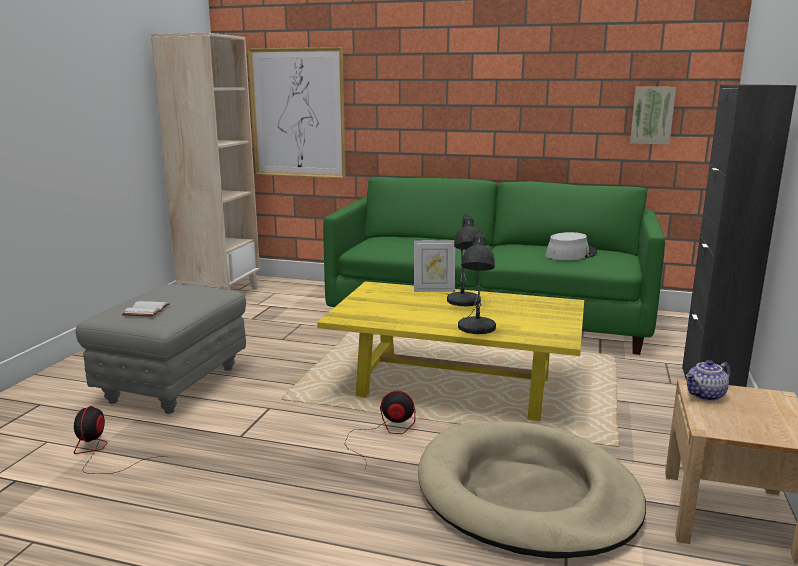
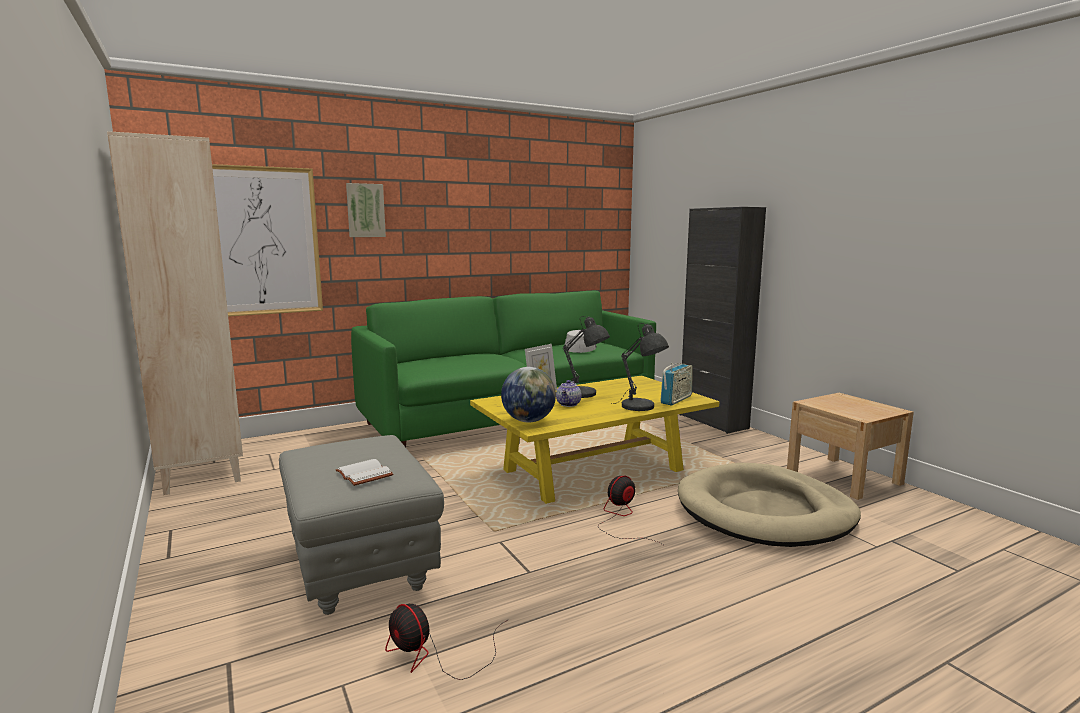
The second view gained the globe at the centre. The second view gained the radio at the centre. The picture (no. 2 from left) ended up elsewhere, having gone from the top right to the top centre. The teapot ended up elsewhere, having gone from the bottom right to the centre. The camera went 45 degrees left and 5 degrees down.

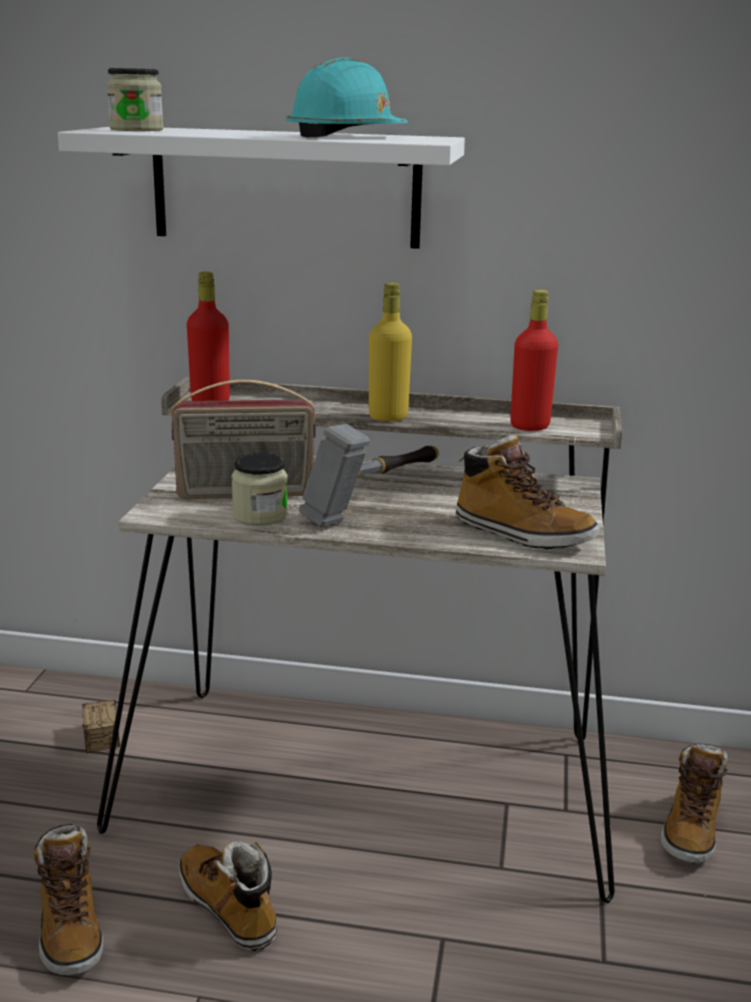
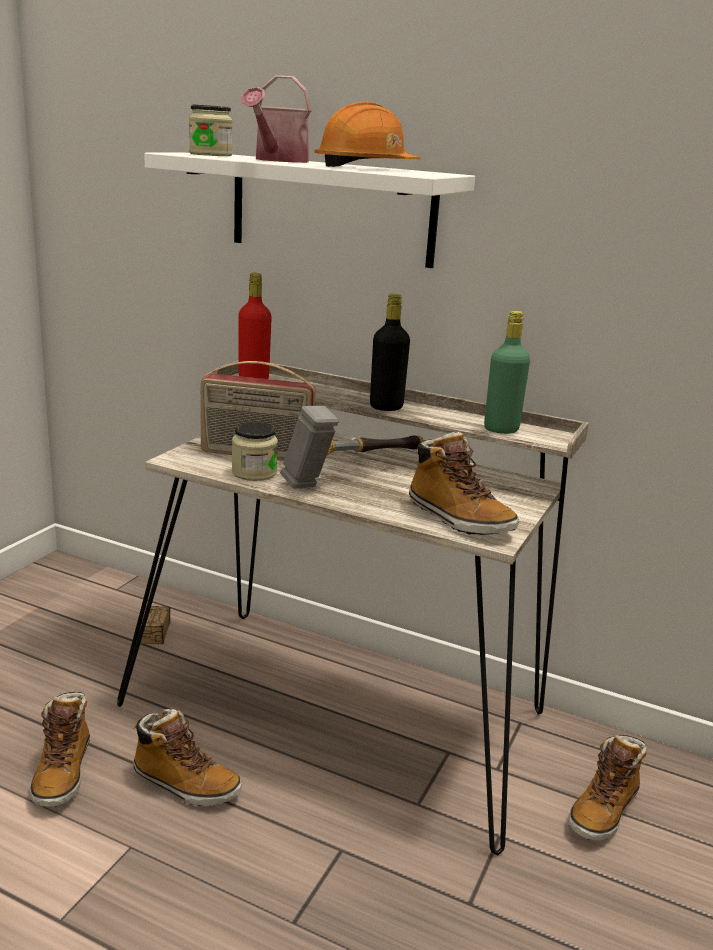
The second view gained the watering pot at the top centre. What was the blue-green safety helmet at the top centre turned into the orange-coloured safety helmet at the top centre. What was the yellow-coloured drink bottle at the centre turned into the black drink bottle at the centre. What was the red-coloured drink bottle (no. 2 from left) at the middle right turned into the green drink bottle at the middle right. The boot (no. 2 from left) at the bottom left ended up facing another way, 135 degrees clockwise from before. The camera went 15 degrees right and 0 degrees up.

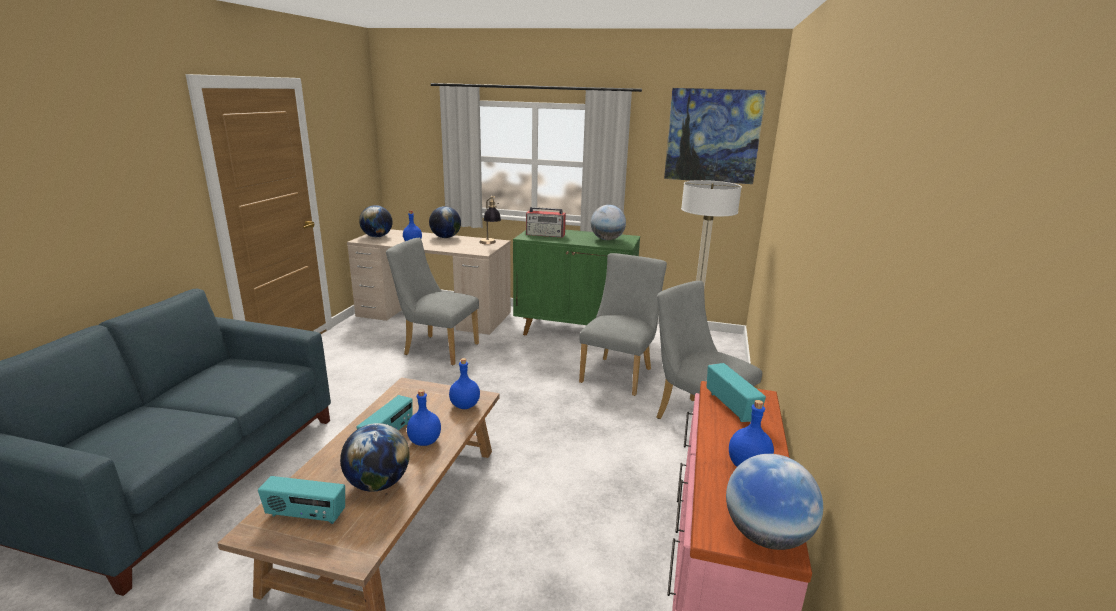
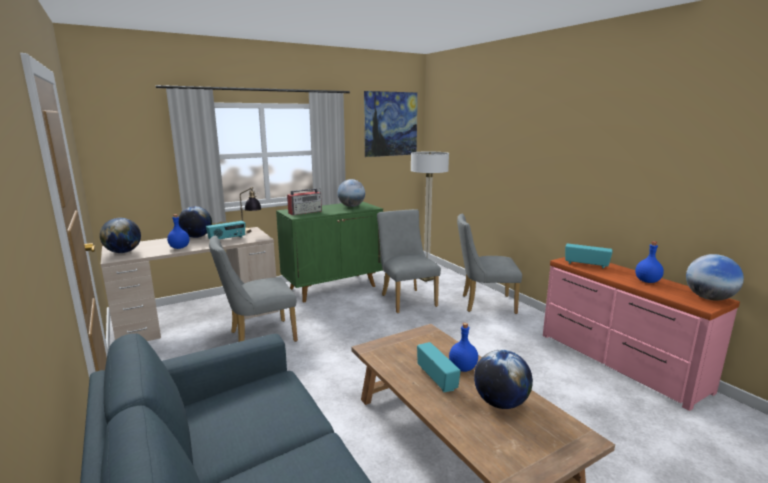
The second view lost the blue-coloured drink bottle (no. 3 from left) at the centre. The radio (no. 1 from left) ended up elsewhere, having gone from the bottom left to the middle left. The camera went 45 degrees left and 5 degrees down.

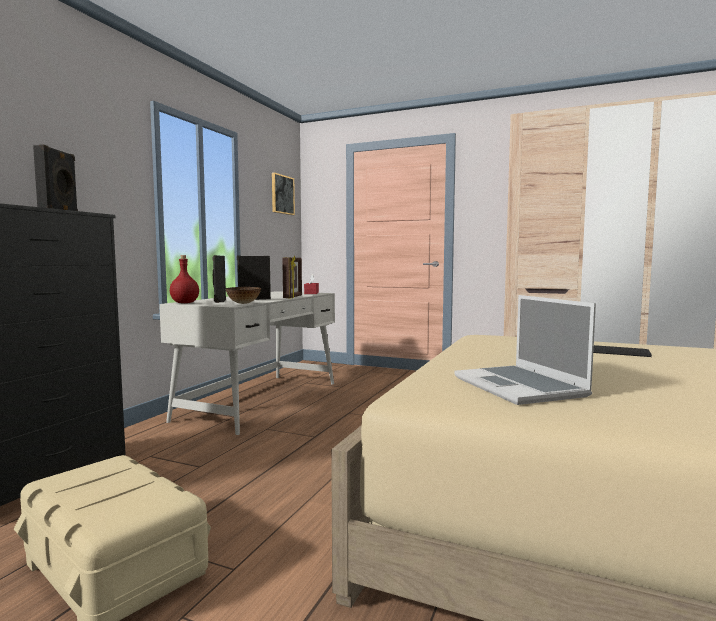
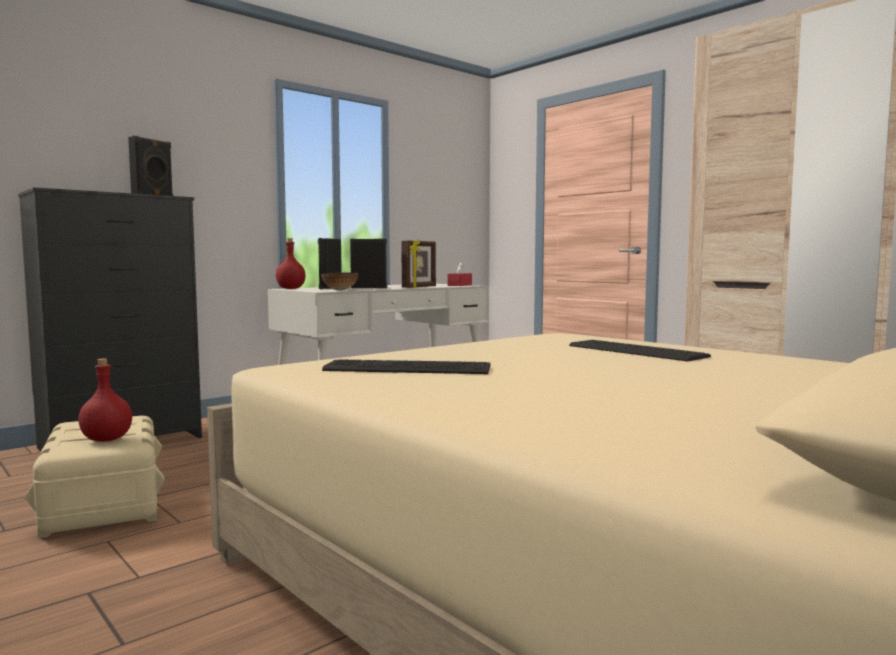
The second view lost the picture at the top centre. The second view gained the red-coloured drink bottle (no. 1 from left) at the middle left. Where the portable computer stood at the middle right, the keyboard (no. 1 from left) came to stand at the centre. The camera went 25 degrees right and 0 degrees up.

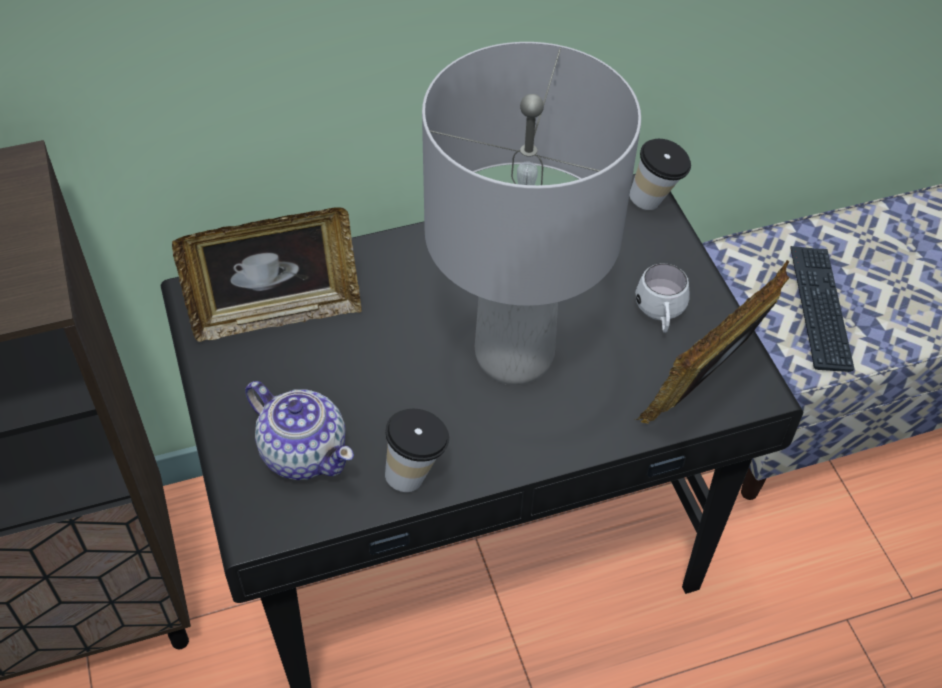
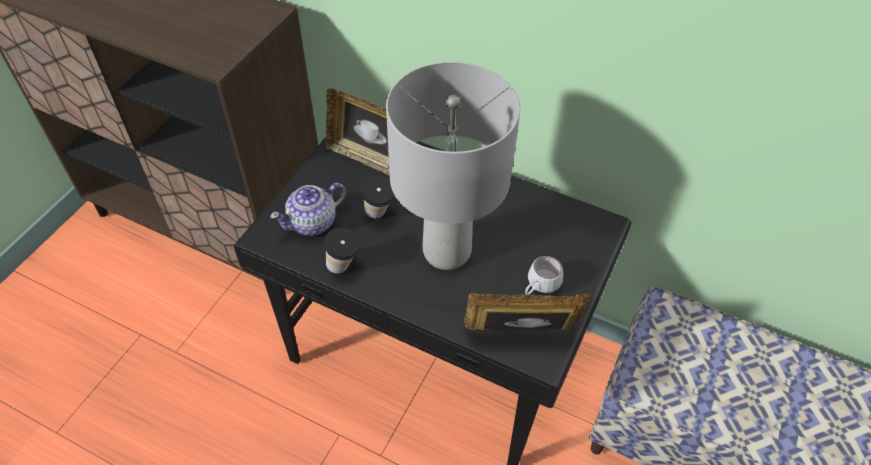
The second view lost the keyboard at the middle right. The cup (no. 2 from left) ended up elsewhere, having gone from the top right to the centre. The teapot at the middle left ended up facing another way, 60 degrees clockwise from before. The camera went 45 degrees right and 0 degrees up.

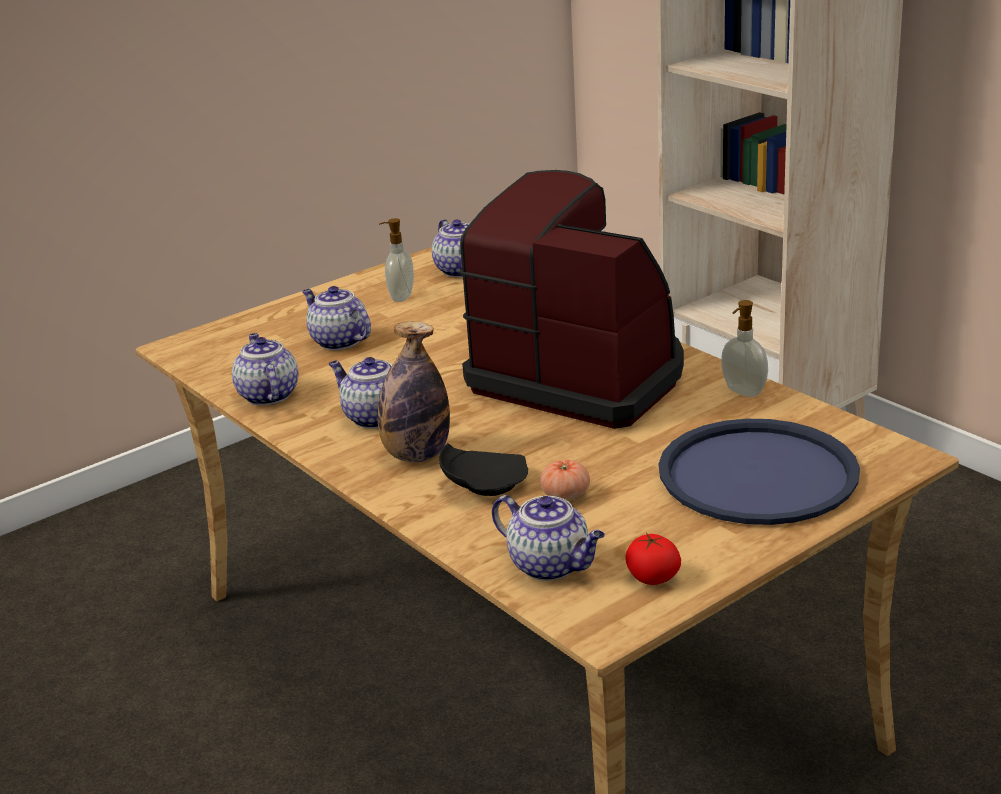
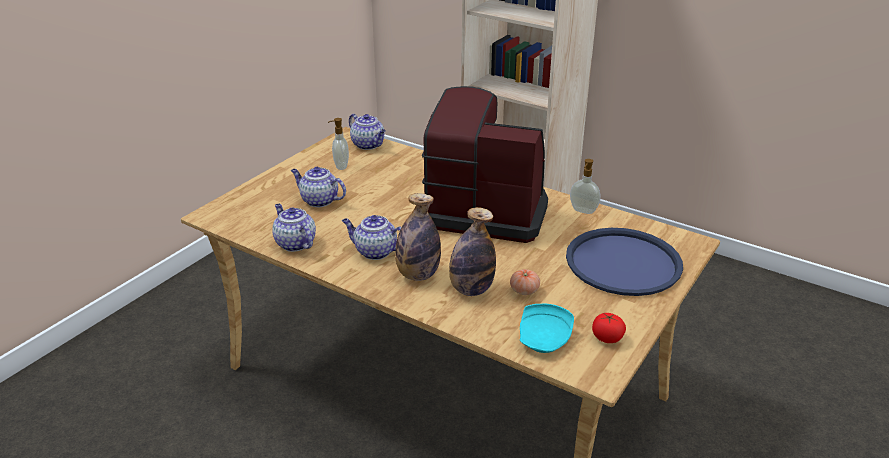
Where the black plate stood at the centre, the drink bottle (no. 2 from left) came to stand at the centre. Where the teapot (no. 5 from left) stood at the bottom centre, the blue-green plate came to stand at the bottom centre. The camera went 20 degrees left and 5 degrees up.

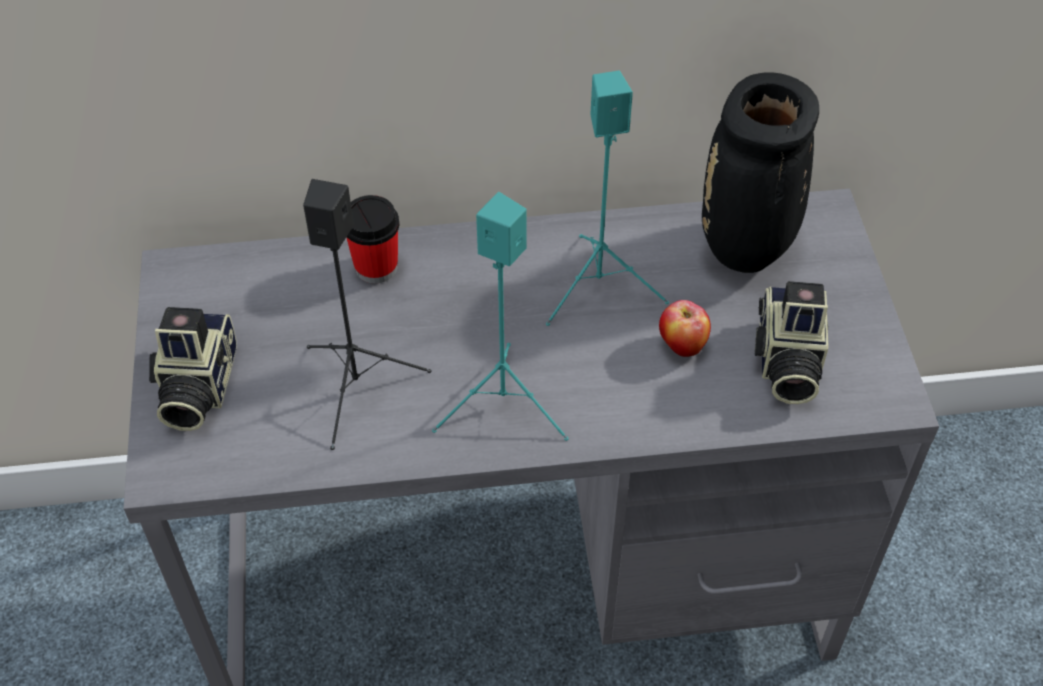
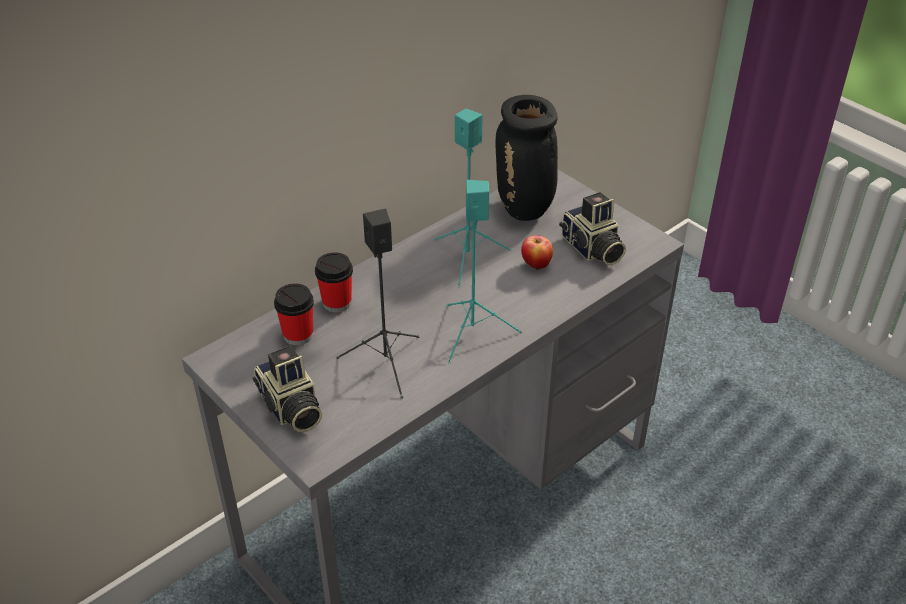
The second view gained the cup (no. 1 from left) at the middle left. The camera went 35 degrees left and 10 degrees down.

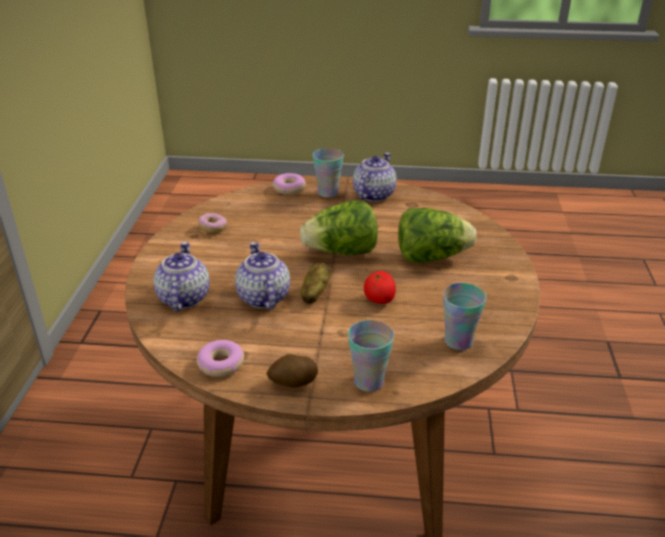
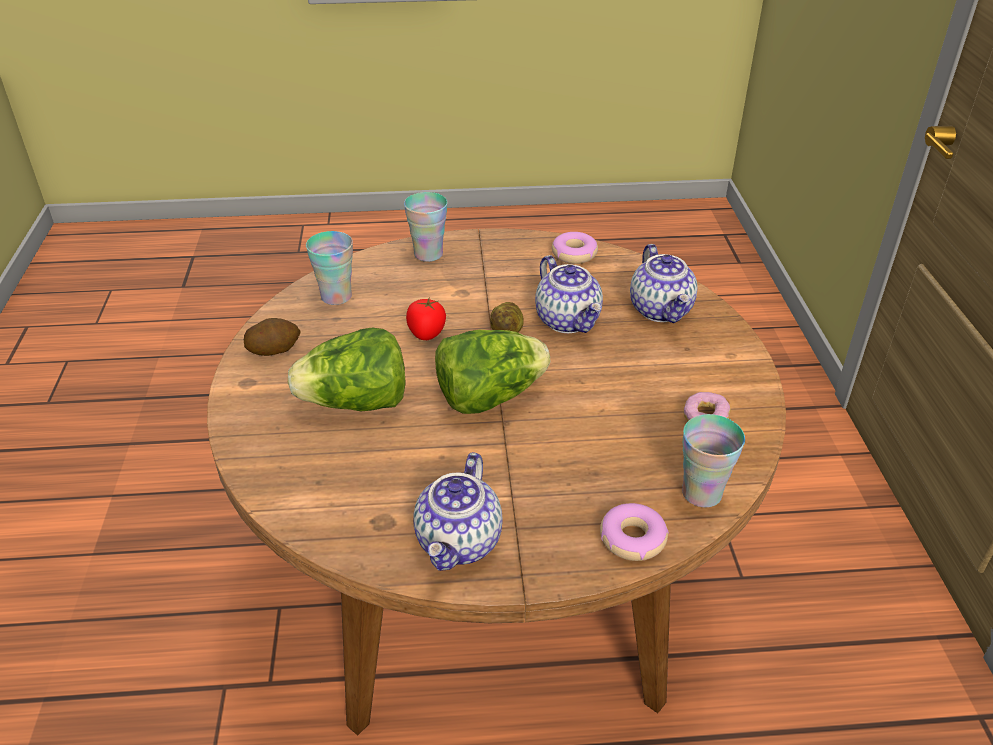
The whole potato (no. 1 from left) ended up elsewhere, having gone from the bottom centre to the middle left. The cup (no. 1 from left in the first image) ended up elsewhere, having gone from the top centre to the middle right. The camera went 170 degrees right and 5 degrees up.

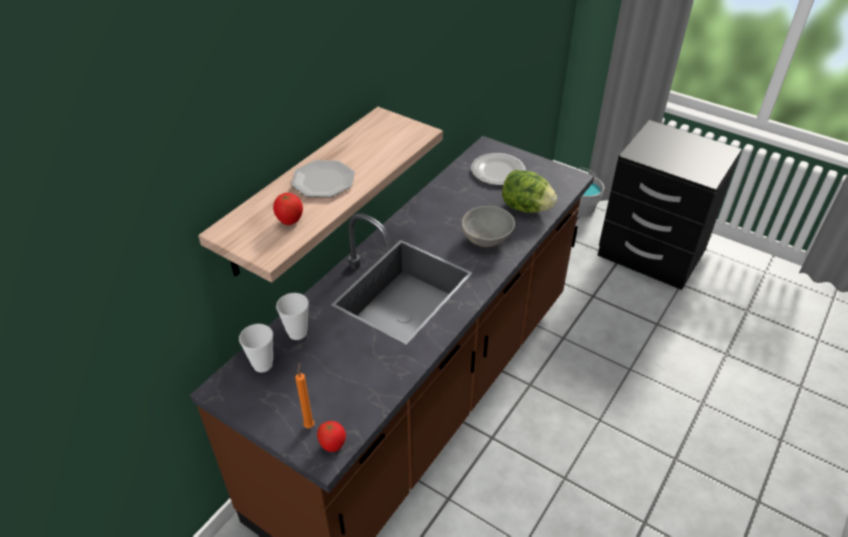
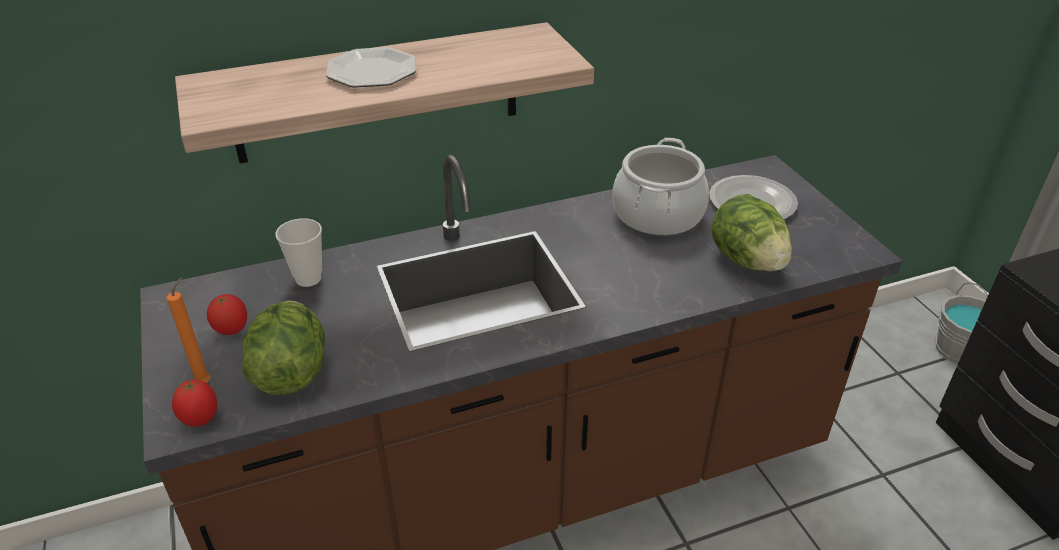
The second view lost the cup (no. 1 from left) at the middle left. The second view lost the greyish deep dish at the centre. The second view gained the lettuce head (no. 1 from left) at the middle left. The second view gained the cooking pot at the centre. The fresh tomato (no. 1 from left in the first image) ended up elsewhere, having gone from the centre to the middle left. The camera went 35 degrees right and 5 degrees down.

